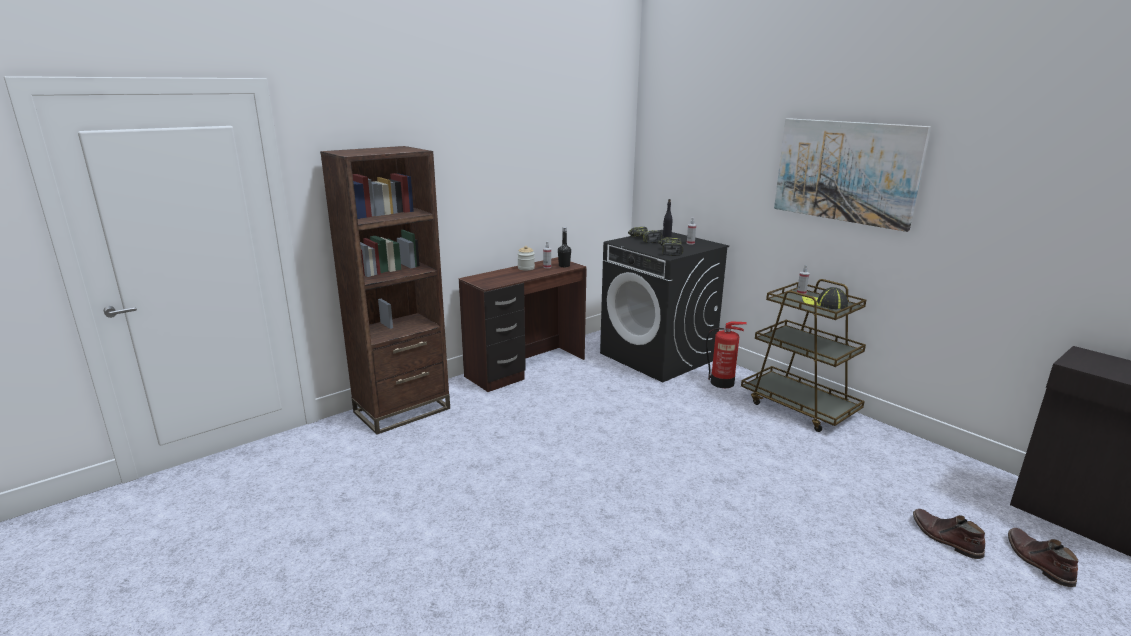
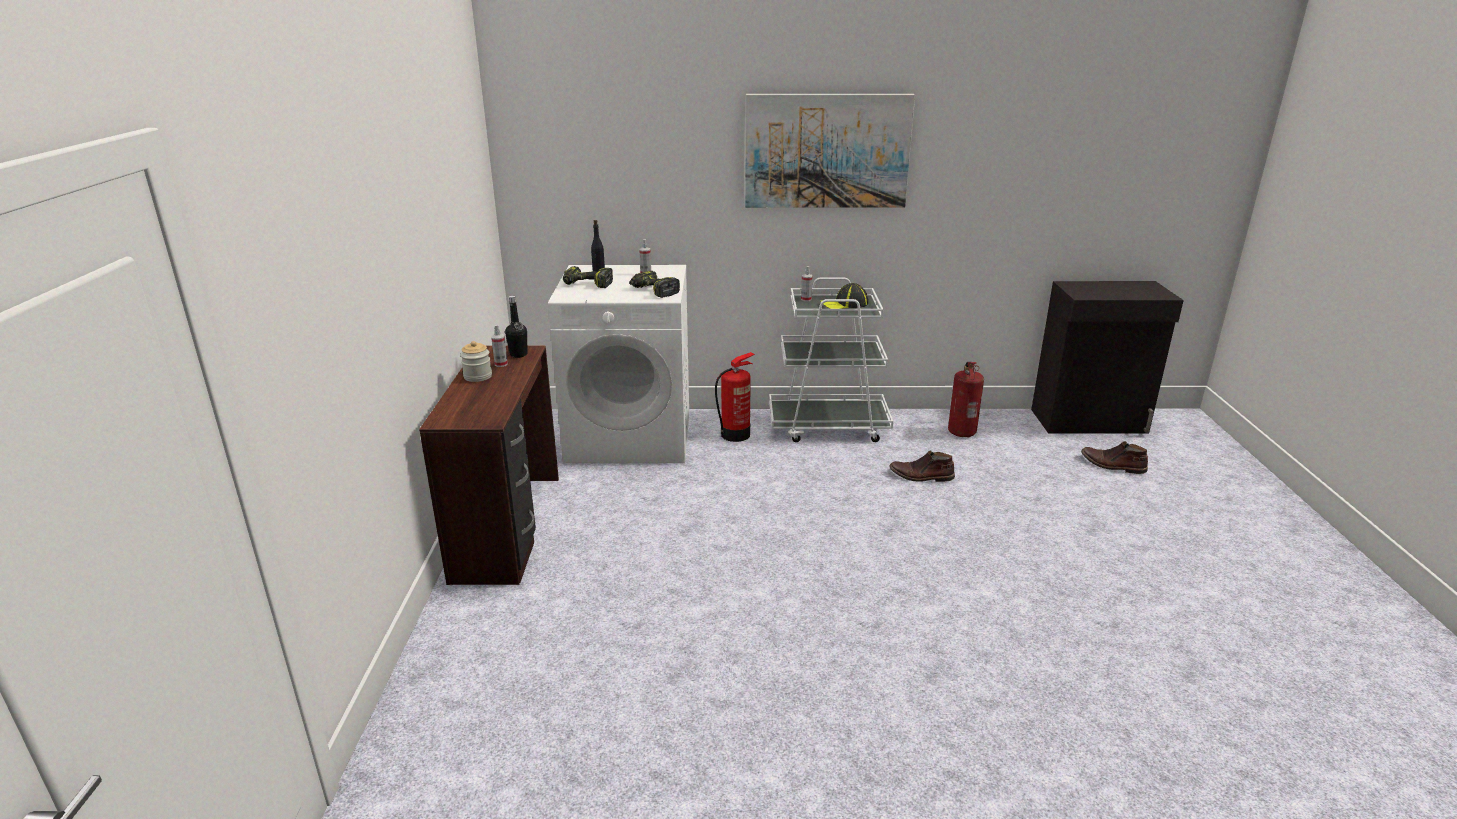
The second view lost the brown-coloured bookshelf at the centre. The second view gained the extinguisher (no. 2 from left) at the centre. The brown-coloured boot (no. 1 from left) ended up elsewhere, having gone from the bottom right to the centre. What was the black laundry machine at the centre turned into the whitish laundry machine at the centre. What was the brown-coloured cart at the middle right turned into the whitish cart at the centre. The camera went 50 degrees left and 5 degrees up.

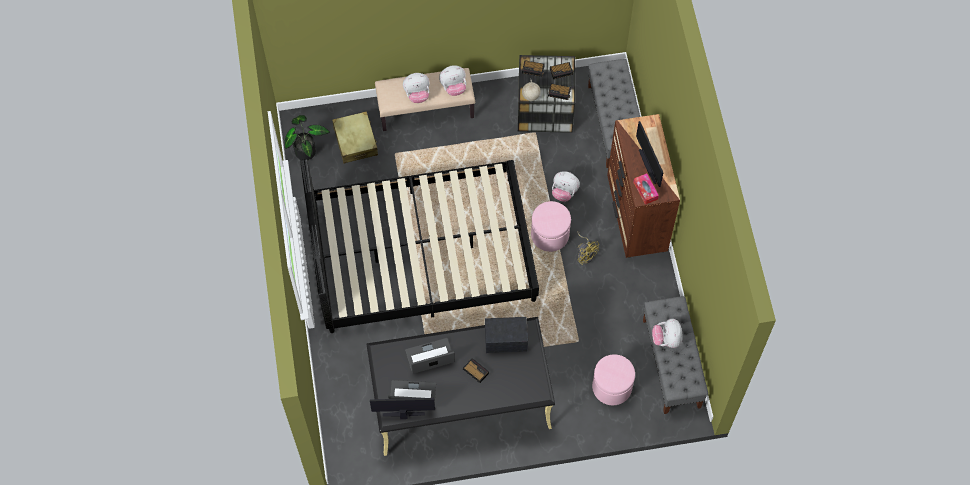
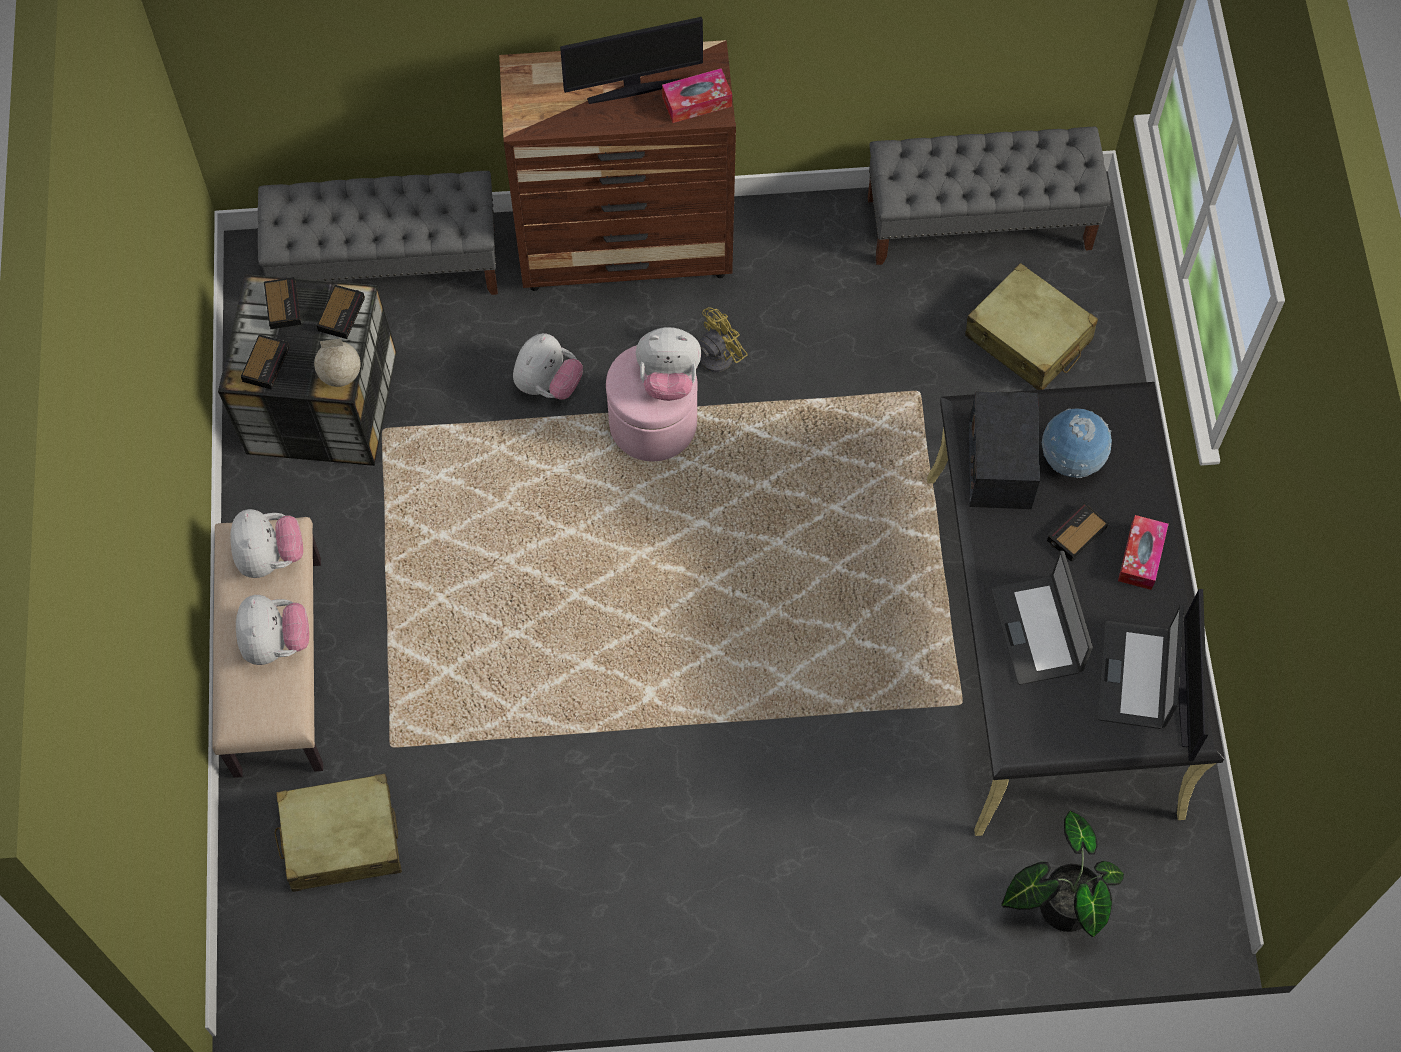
The second view lost the black bedroom bed at the centre. The second view gained the globe (no. 2 from left) at the middle right. The second view gained the tissue box (no. 2 from left) at the middle right. The houseplant ended up elsewhere, having gone from the top left to the bottom right. The plush toy (no. 4 from left) ended up elsewhere, having gone from the bottom right to the centre. Where the pink-coloured footrest (no. 2 from left) stood at the bottom centre, the sand-coloured piece of luggage (no. 2 from left) came to stand at the top right. The camera went 85 degrees left and 0 degrees up.

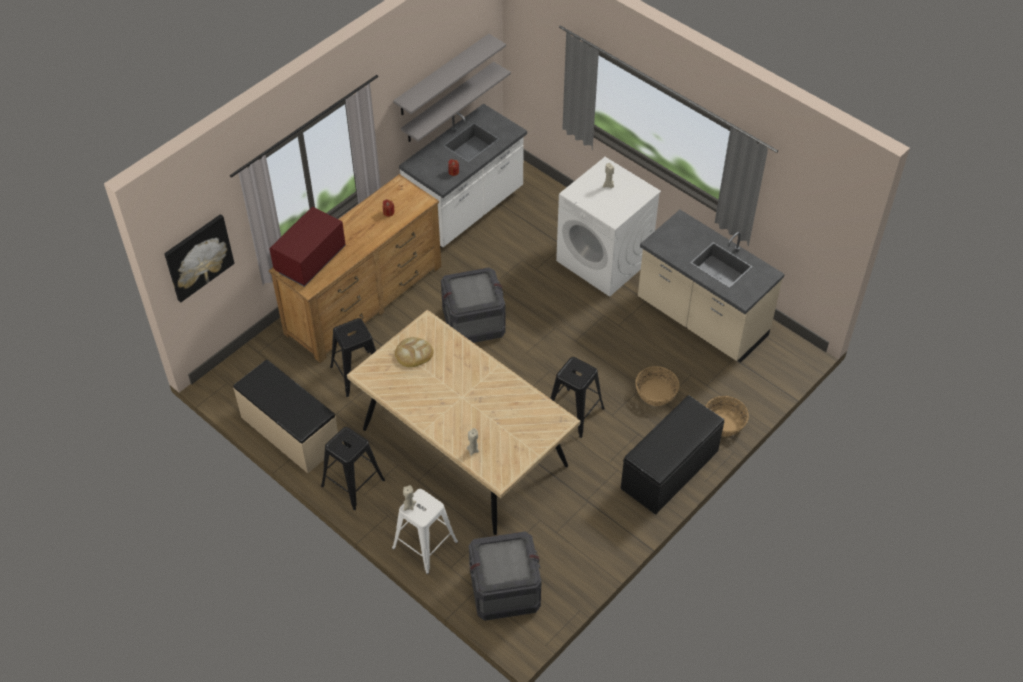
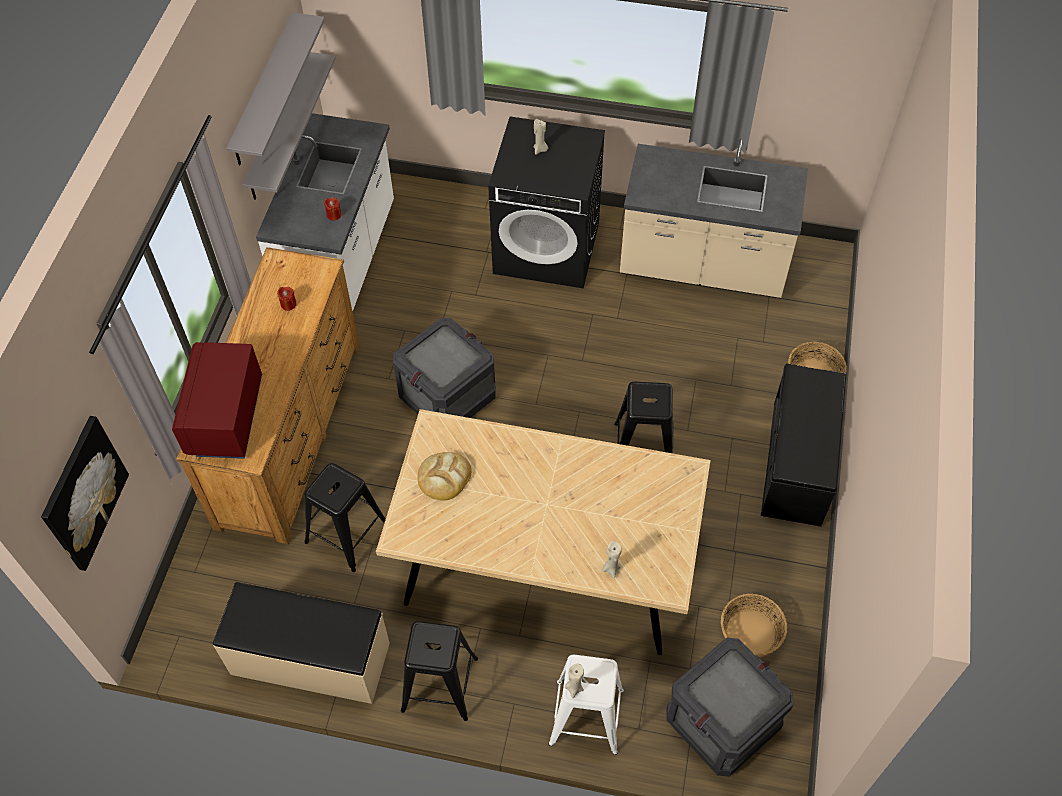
The basket (no. 1 from left) ended up elsewhere, having gone from the centre to the bottom right. What was the whitish laundry machine at the top centre turned into the black laundry machine at the top centre. The camera went 30 degrees left and 5 degrees up.

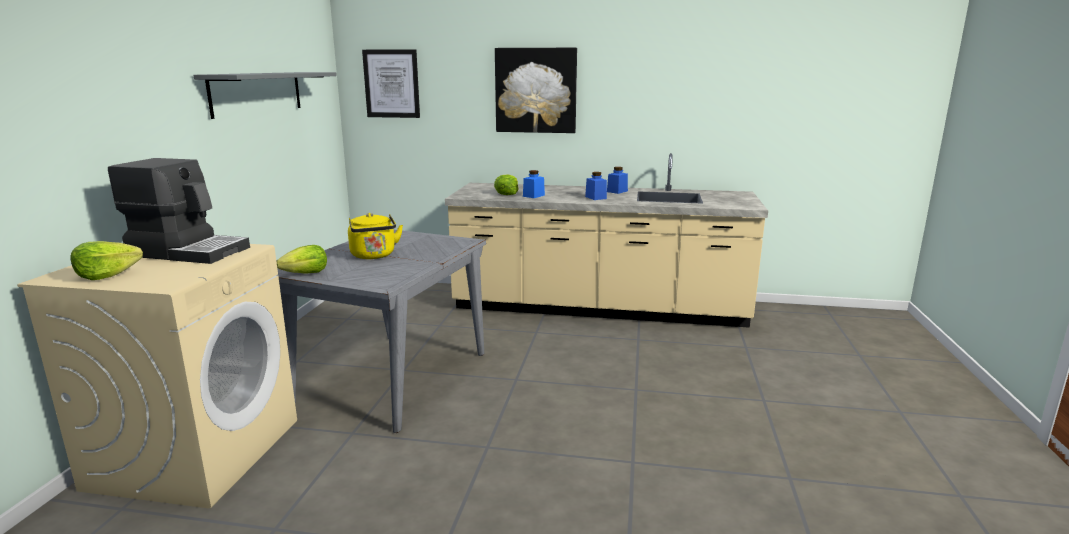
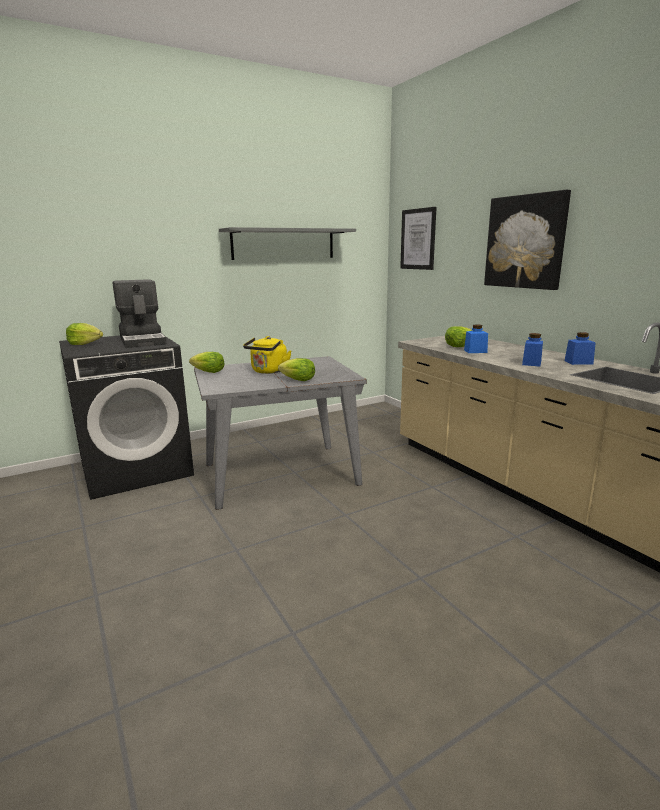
The second view gained the lettuce head (no. 3 from left) at the centre. What was the sand-coloured laundry machine at the bottom left turned into the black laundry machine at the middle left. The camera went 50 degrees right and 0 degrees up.

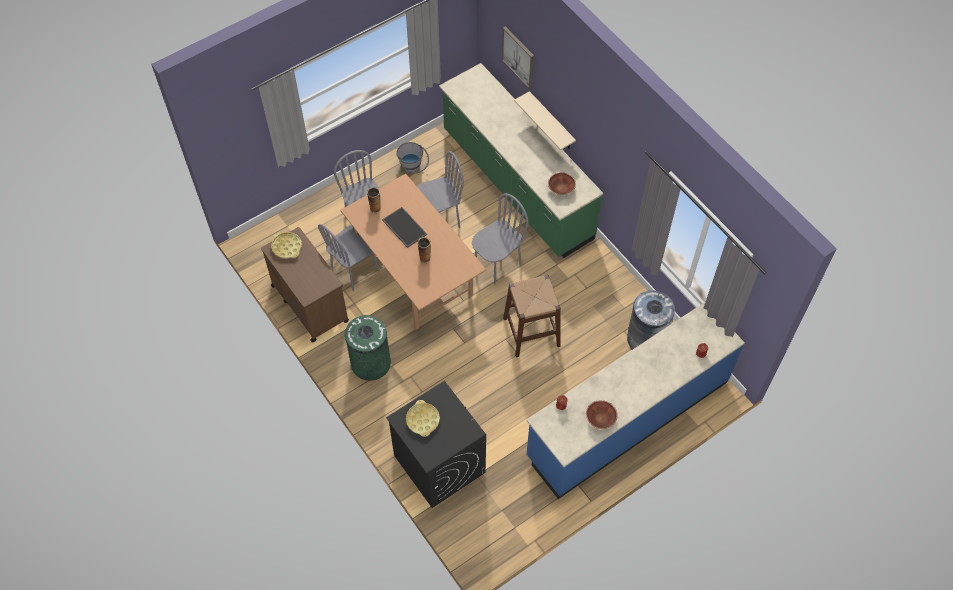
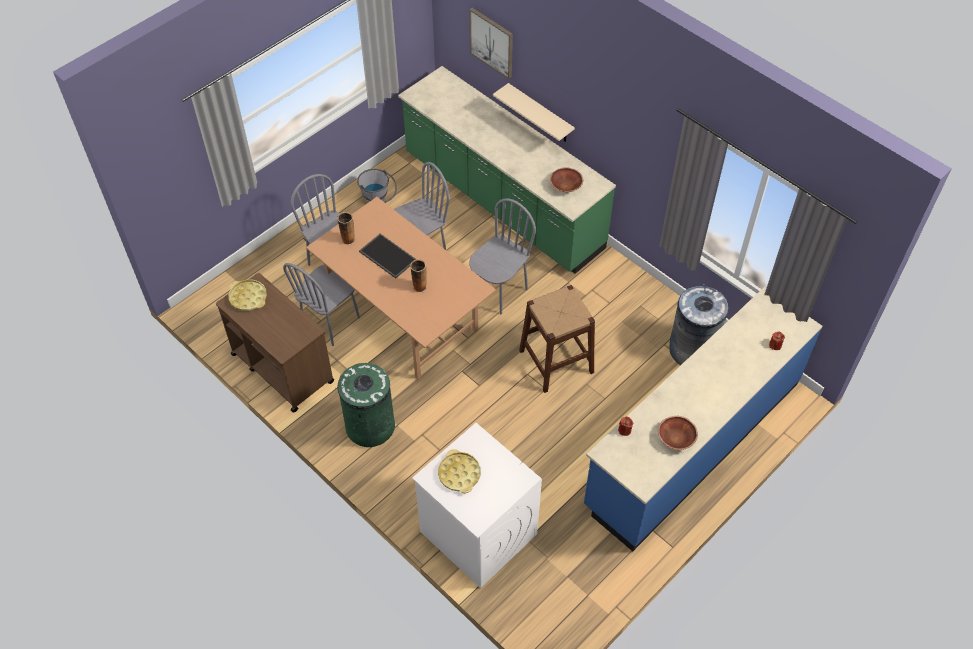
What was the black laundry machine at the bottom centre turned into the whitish laundry machine at the bottom centre. The camera went 10 degrees left and 5 degrees down.

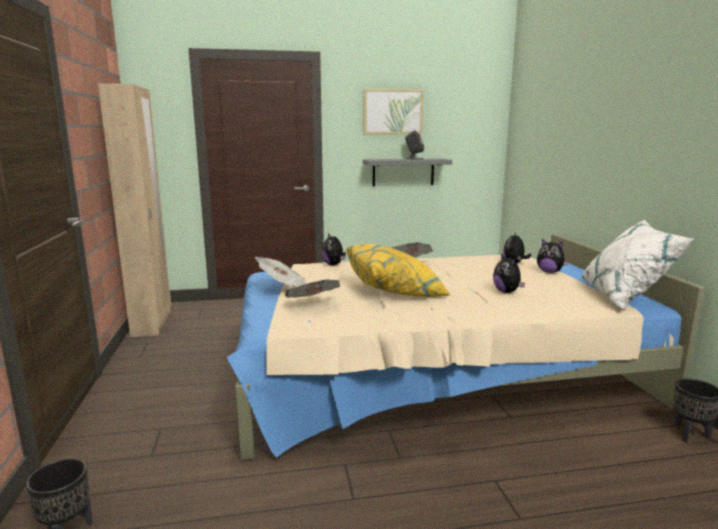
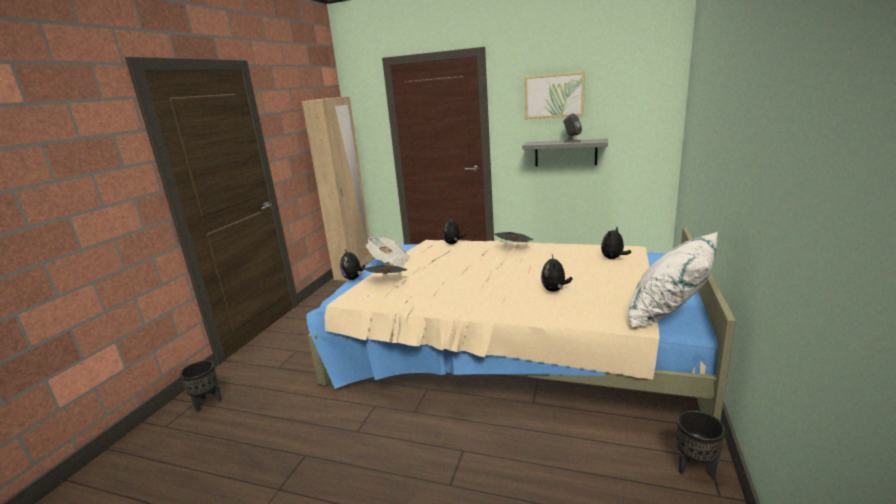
The second view lost the yellow-coloured pillow at the centre. The plush toy (no. 4 from left in the first image) ended up elsewhere, having gone from the middle right to the centre. The camera went 30 degrees right and 5 degrees up.

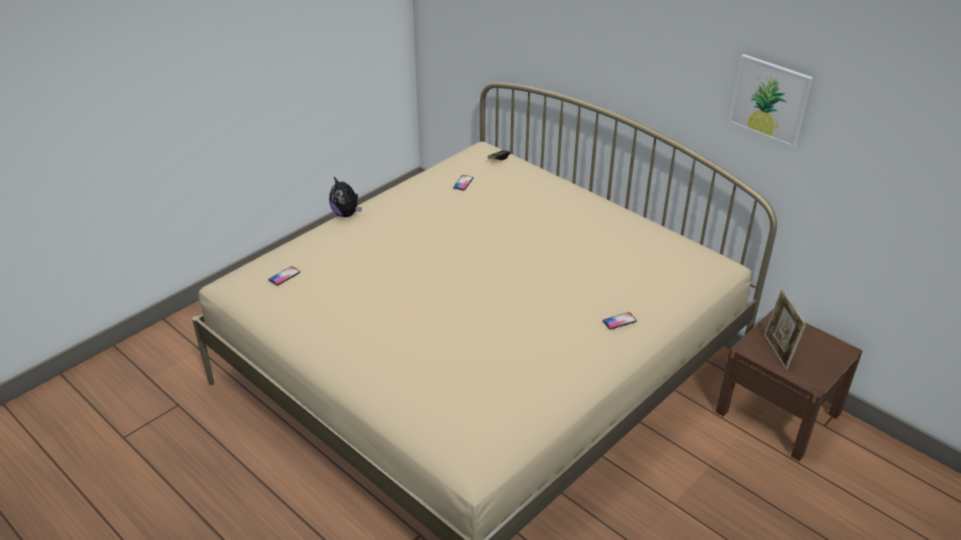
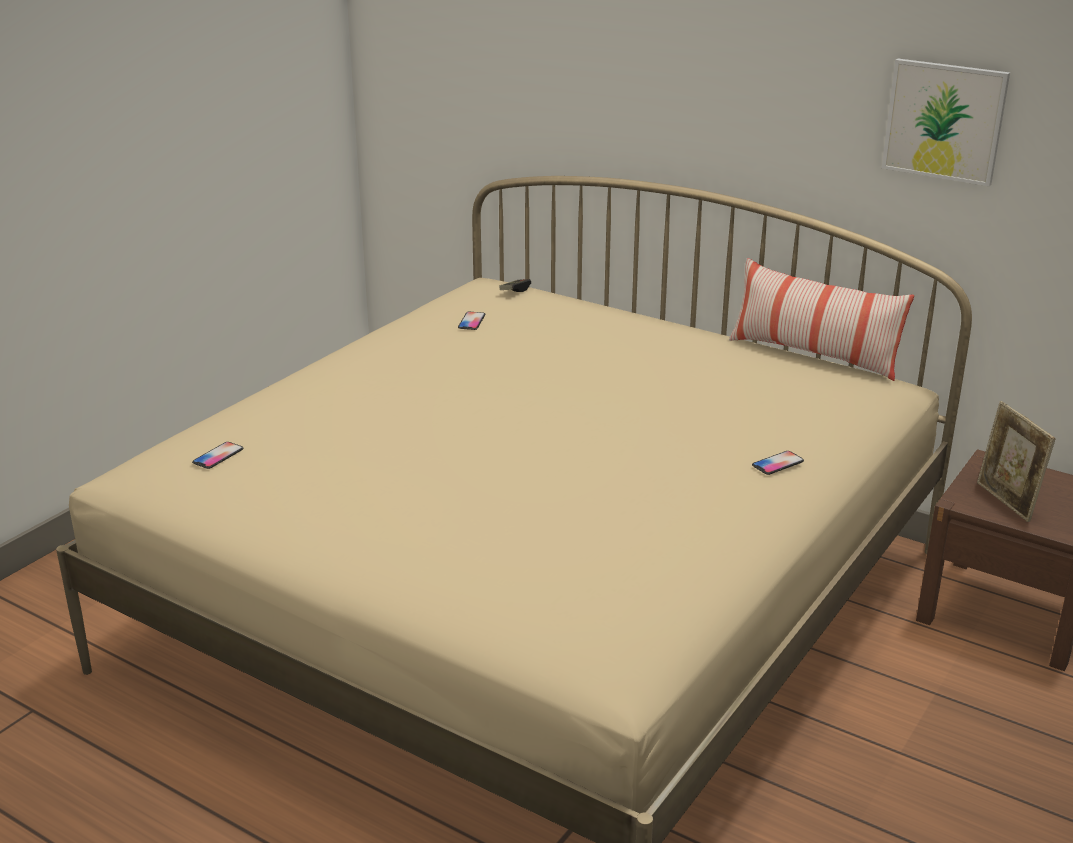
The second view lost the plush toy at the centre. The second view gained the pillow at the middle right. The camera went 10 degrees left and 10 degrees down.

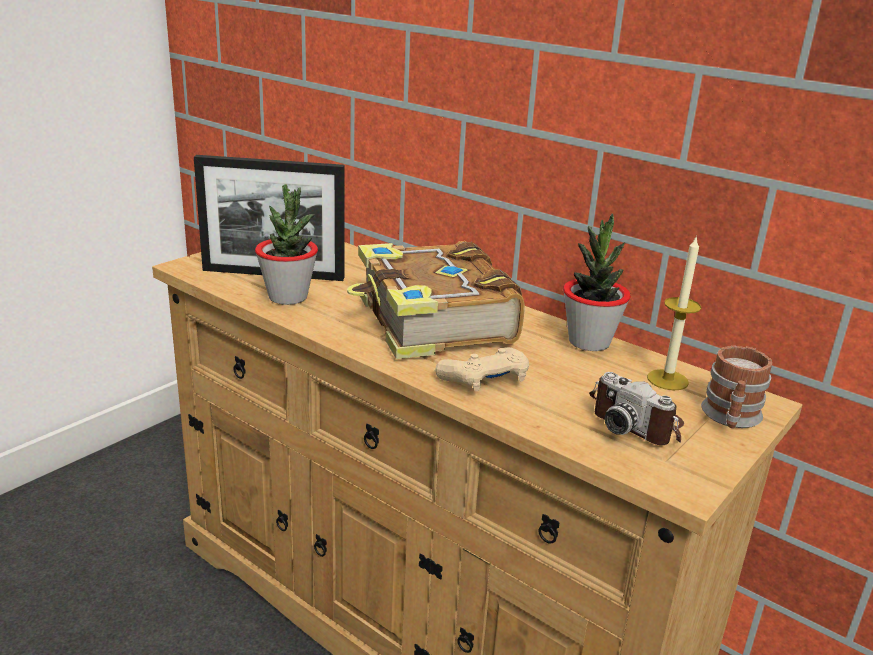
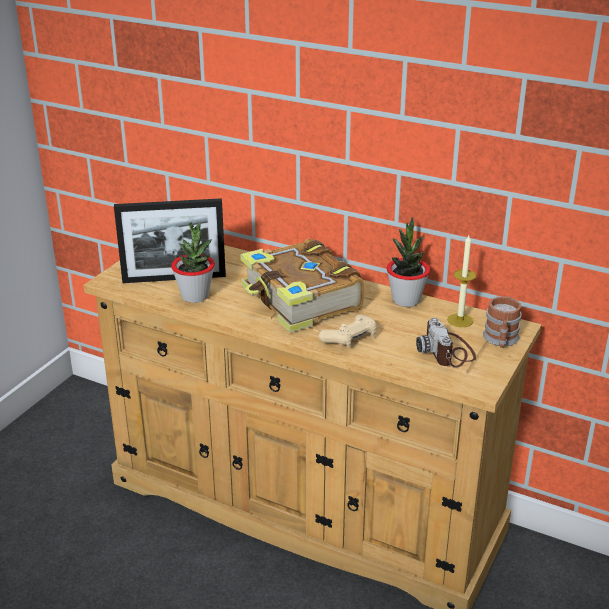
The still camera at the middle right ended up facing another way, 45 degrees clockwise from before. The camera went 10 degrees left and 5 degrees up.

